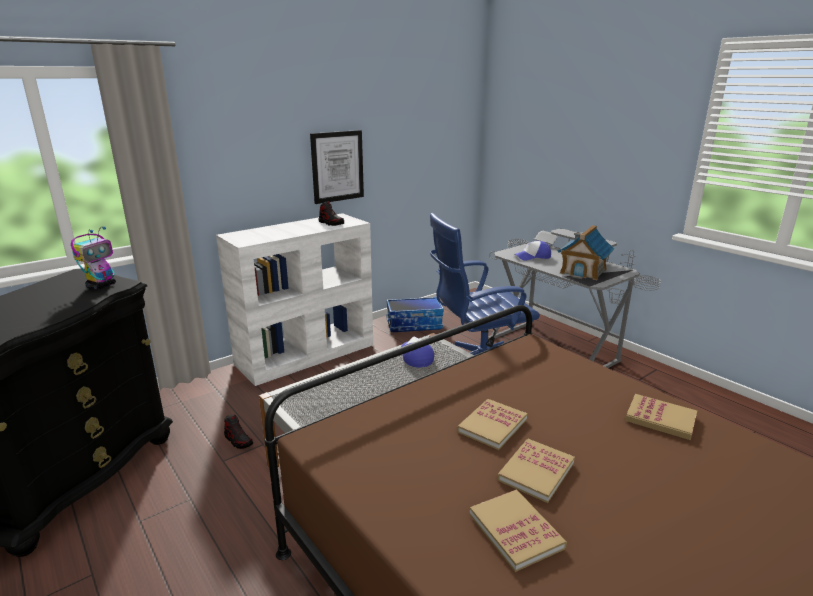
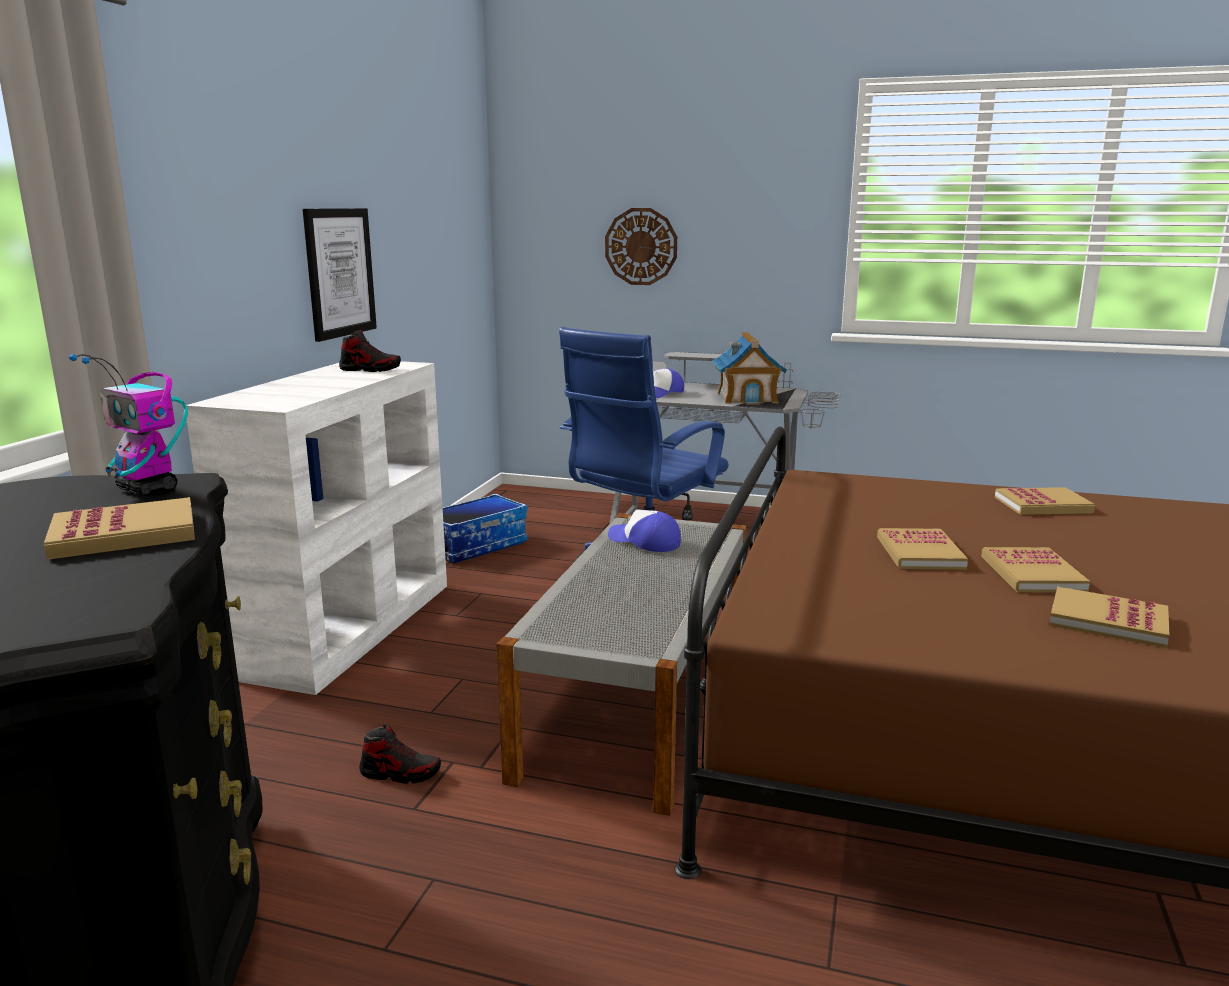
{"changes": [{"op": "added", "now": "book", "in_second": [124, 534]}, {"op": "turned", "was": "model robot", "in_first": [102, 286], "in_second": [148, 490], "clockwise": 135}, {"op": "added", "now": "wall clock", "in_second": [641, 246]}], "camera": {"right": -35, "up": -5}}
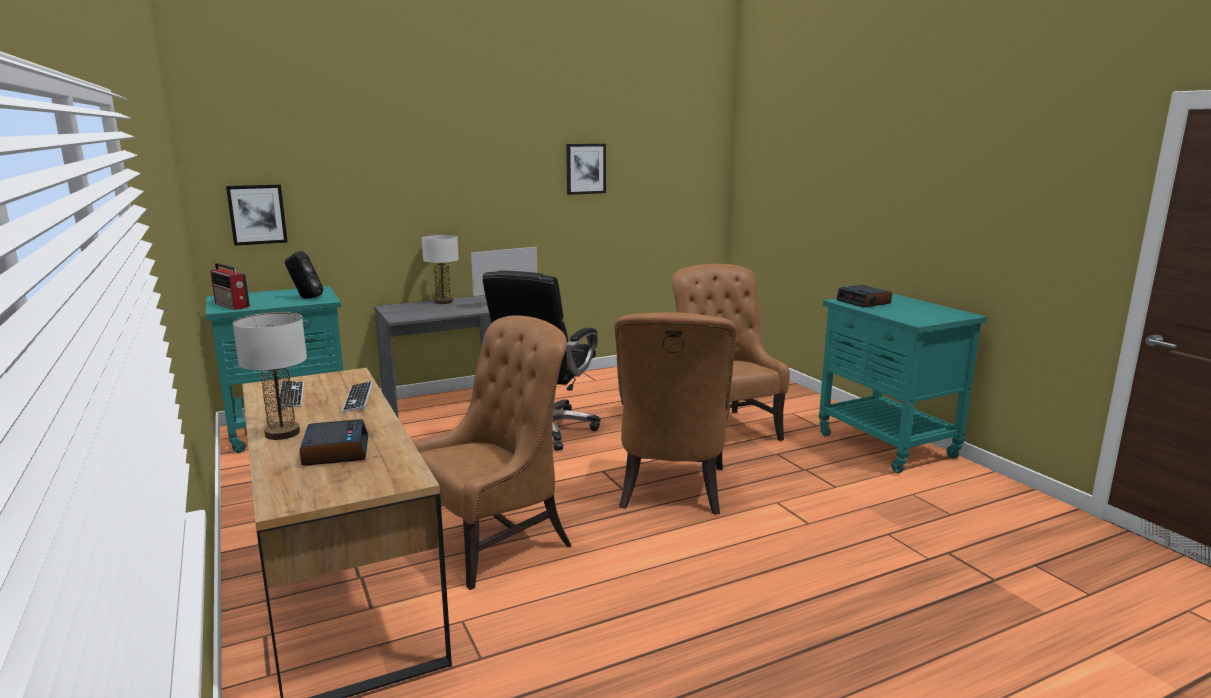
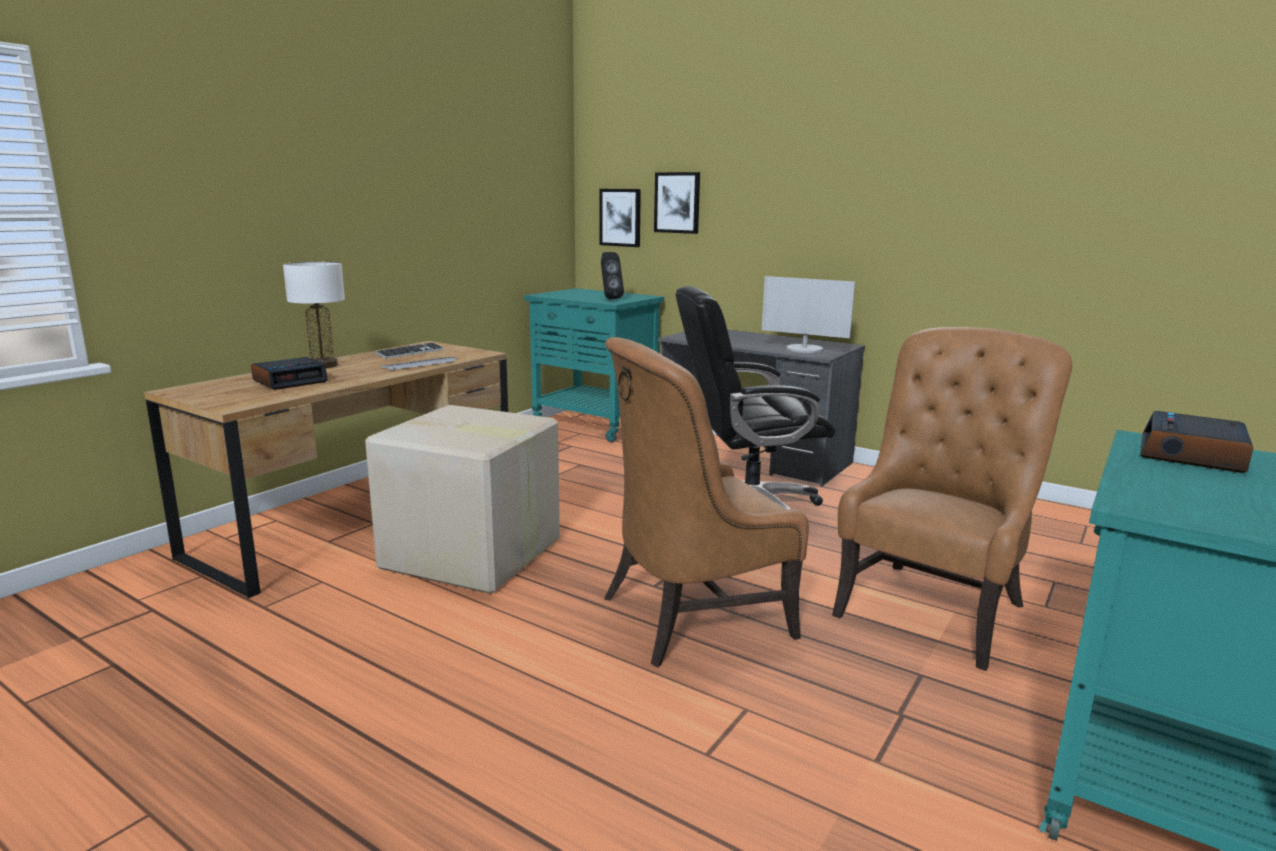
{"changes": [{"op": "replaced", "was": "upright chair/brown-coloured", "now": "carton", "in_first": [496, 541], "in_second": [472, 555]}, {"op": "moved", "was": "wall art", "in_first": [585, 168], "in_second": [677, 202]}, {"op": "removed", "was": "radio receiver", "in_first": [232, 305]}, {"op": "removed", "was": "lamp for a table", "in_first": [443, 302]}], "camera": {"right": 60, "up": 0}}
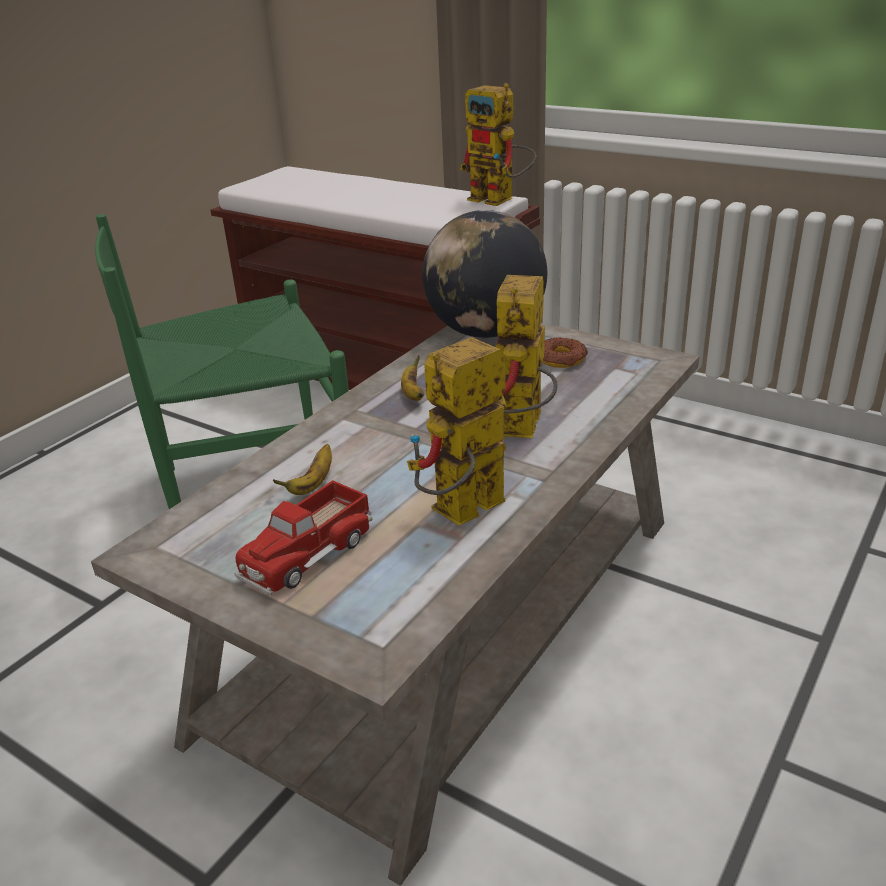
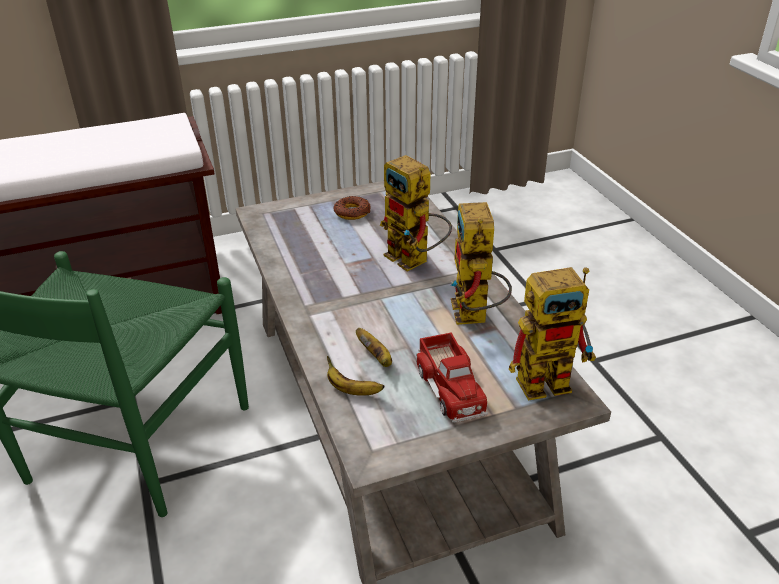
{"changes": [{"op": "moved", "was": "banana fruit", "in_first": [412, 394], "in_second": [352, 390]}, {"op": "moved", "was": "model robot", "in_first": [500, 200], "in_second": [552, 379]}, {"op": "removed", "was": "globe", "in_first": [485, 332]}], "camera": {"right": -55, "up": 5}}
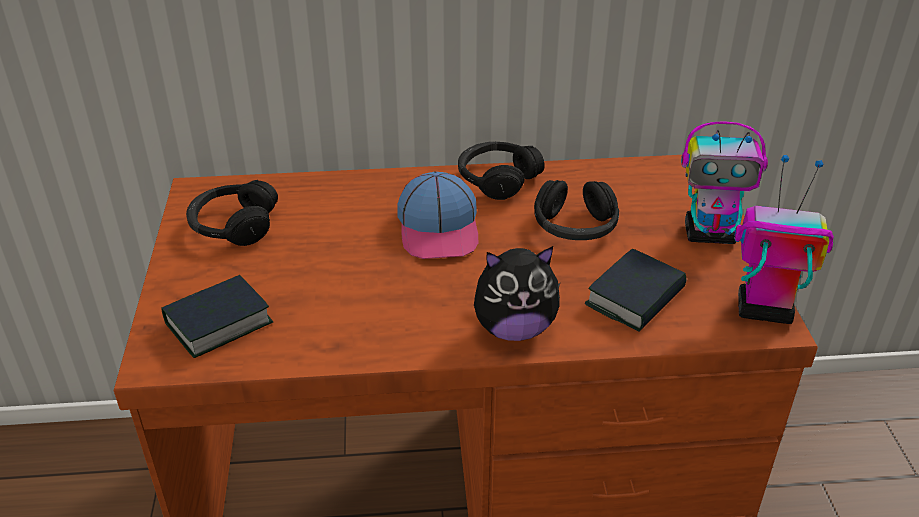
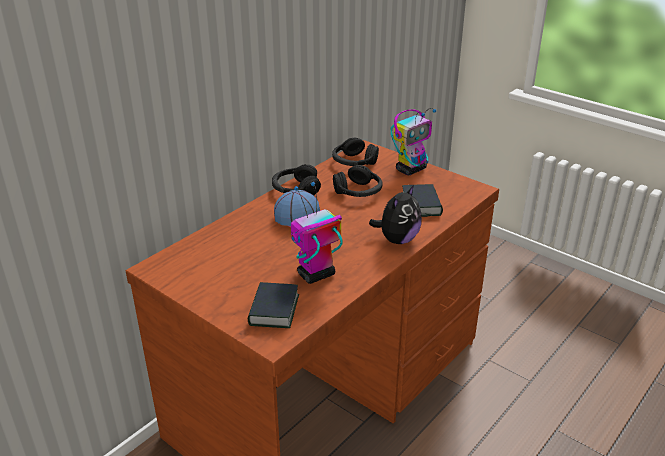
{"changes": [{"op": "moved", "was": "model robot", "in_first": [762, 310], "in_second": [315, 275]}, {"op": "moved", "was": "headphones/blackish", "in_first": [233, 225], "in_second": [354, 162]}], "camera": {"right": -45, "up": -5}}
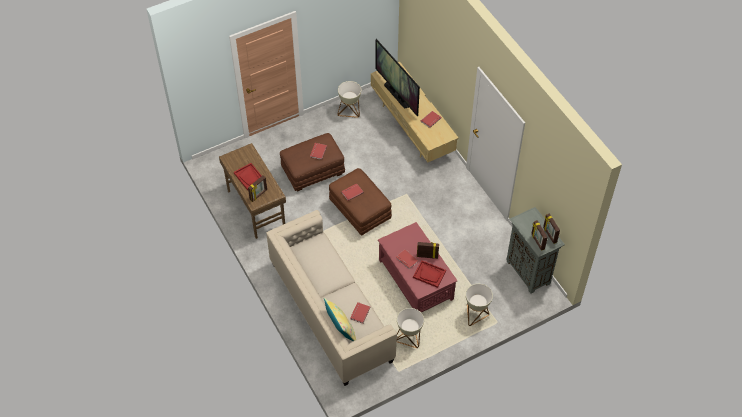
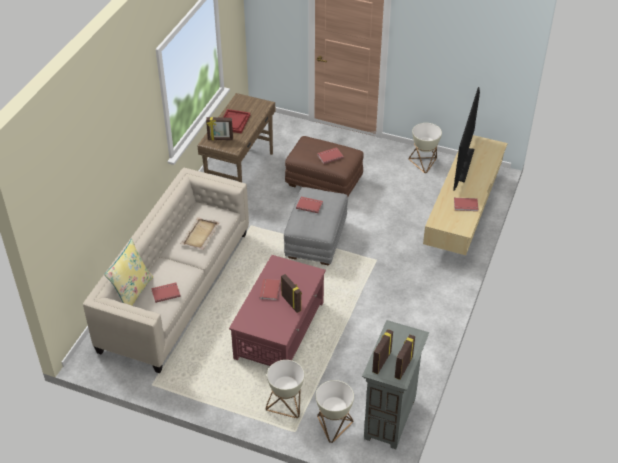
{"changes": [{"op": "added", "now": "carrying tray/sand-coloured", "in_second": [200, 235]}, {"op": "recoloured", "was": "footrest/brown-coloured", "now": "footrest/grey", "in_first": [359, 211], "in_second": [315, 240]}, {"op": "moved", "was": "planter", "in_first": [409, 339], "in_second": [333, 427]}, {"op": "removed", "was": "carrying tray/red", "in_first": [429, 274]}], "camera": {"right": 50, "up": -10}}
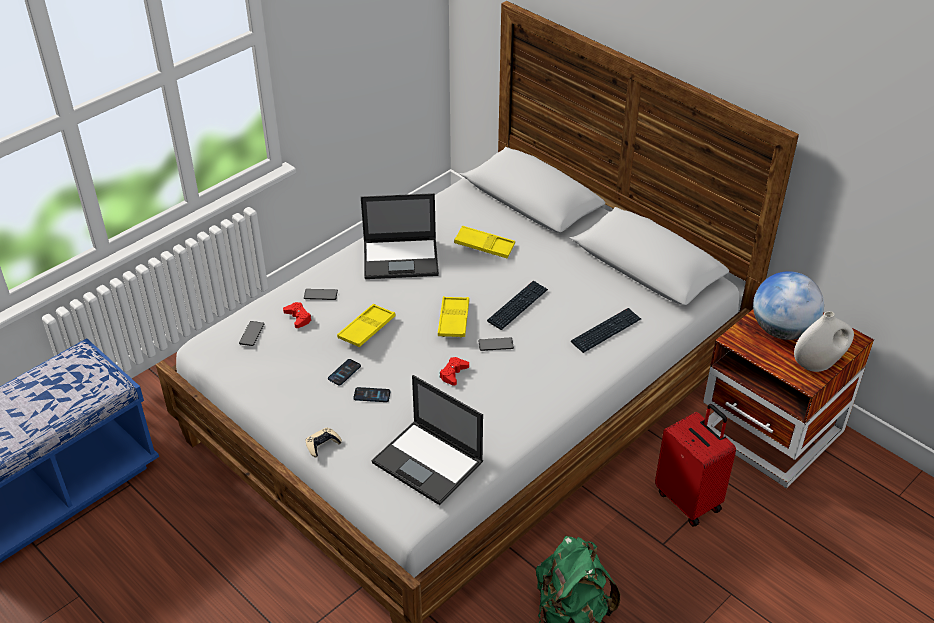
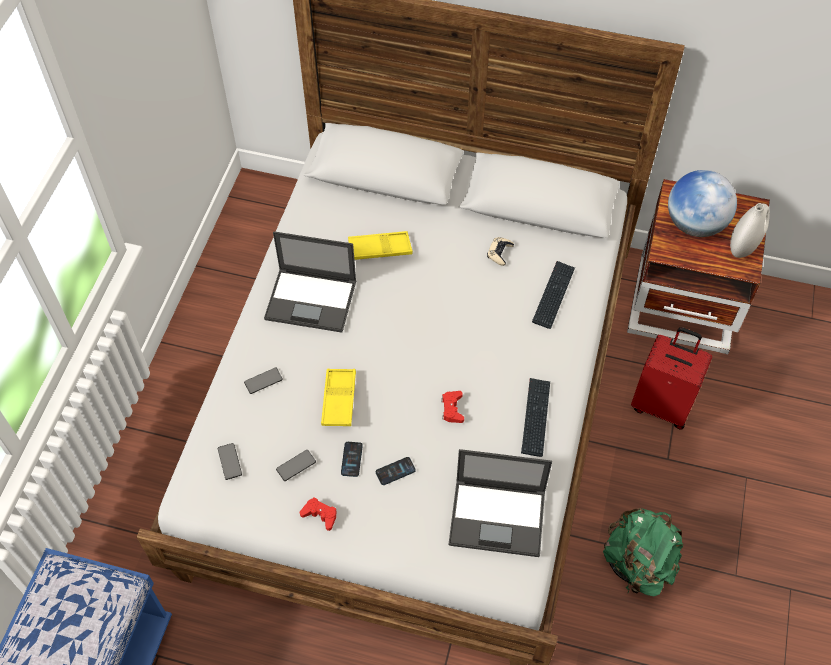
{"changes": [{"op": "turned", "was": "notebook computer", "in_first": [402, 258], "in_second": [312, 300], "clockwise": 45}, {"op": "moved", "was": "telephone", "in_first": [495, 345], "in_second": [296, 466]}, {"op": "moved", "was": "gamepad/red", "in_first": [298, 318], "in_second": [320, 515]}, {"op": "moved", "was": "gamepad/sand-coloured", "in_first": [322, 444], "in_second": [499, 253]}, {"op": "moved", "was": "keyboard", "in_first": [518, 306], "in_second": [535, 417]}, {"op": "removed", "was": "carrying tray/yellow", "in_first": [453, 320]}], "camera": {"right": -30, "up": 15}}
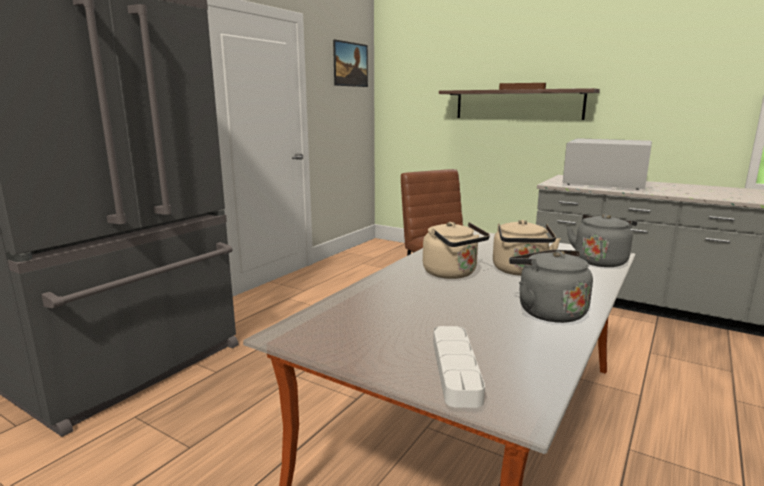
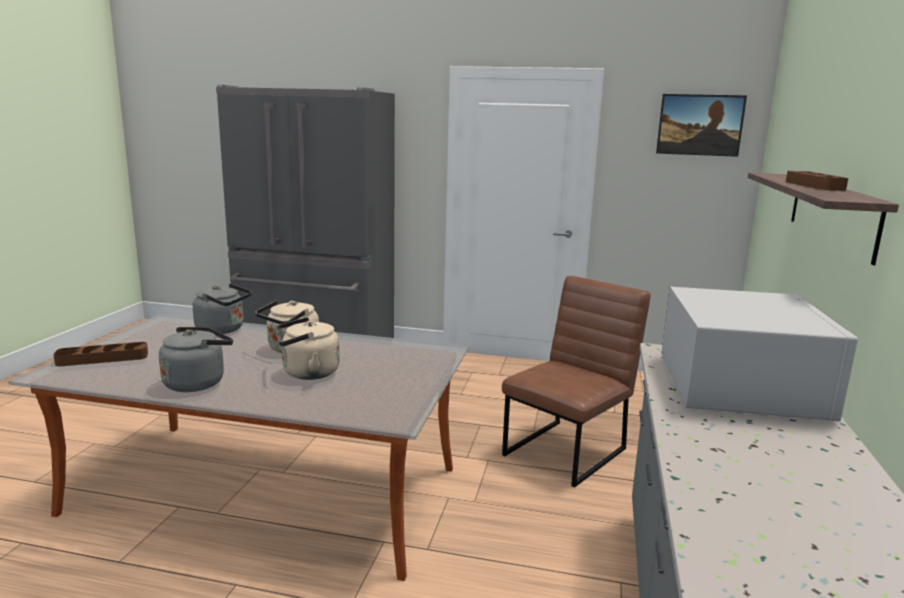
{"changes": [{"op": "recoloured", "was": "carrying tray/whitish", "now": "carrying tray/brown-coloured", "in_first": [455, 369], "in_second": [102, 358]}, {"op": "moved", "was": "water kettle/grey", "in_first": [600, 261], "in_second": [223, 330]}], "camera": {"right": 70, "up": 0}}
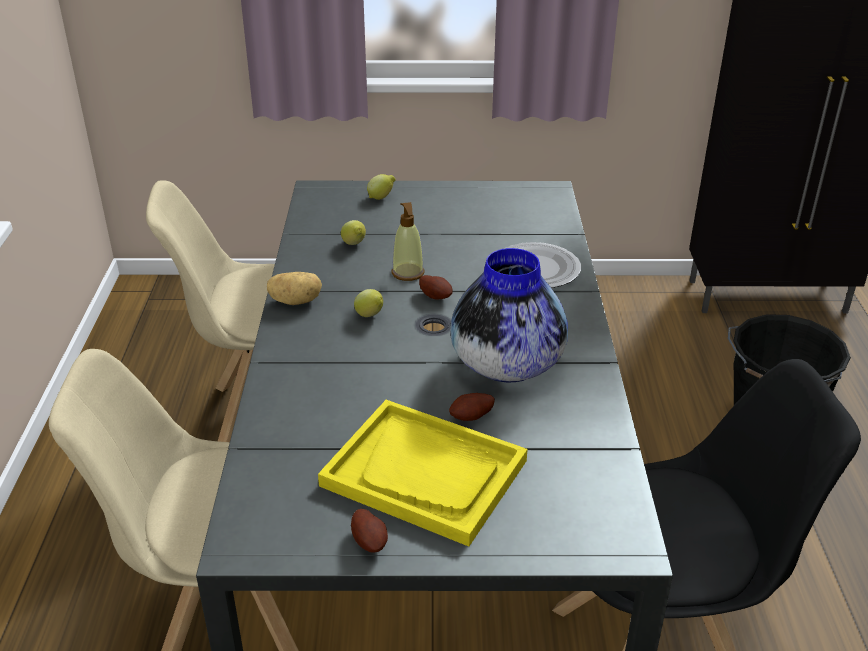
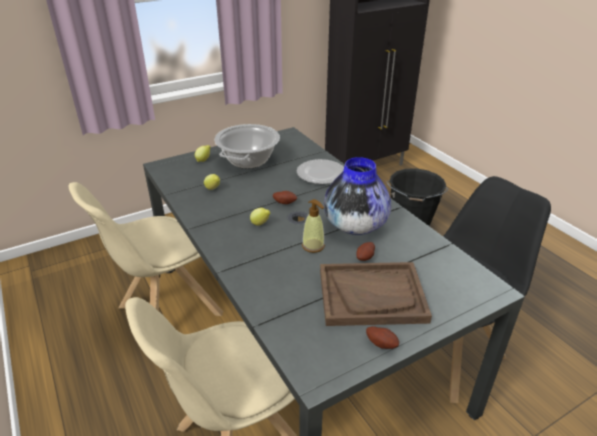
{"changes": [{"op": "added", "now": "stockpot", "in_second": [248, 160]}, {"op": "moved", "was": "soap bottle", "in_first": [408, 273], "in_second": [313, 246]}, {"op": "recoloured", "was": "carrying tray/yellow", "now": "carrying tray/brown-coloured", "in_first": [425, 473], "in_second": [372, 295]}, {"op": "removed", "was": "potato", "in_first": [296, 301]}], "camera": {"right": -30, "up": 0}}
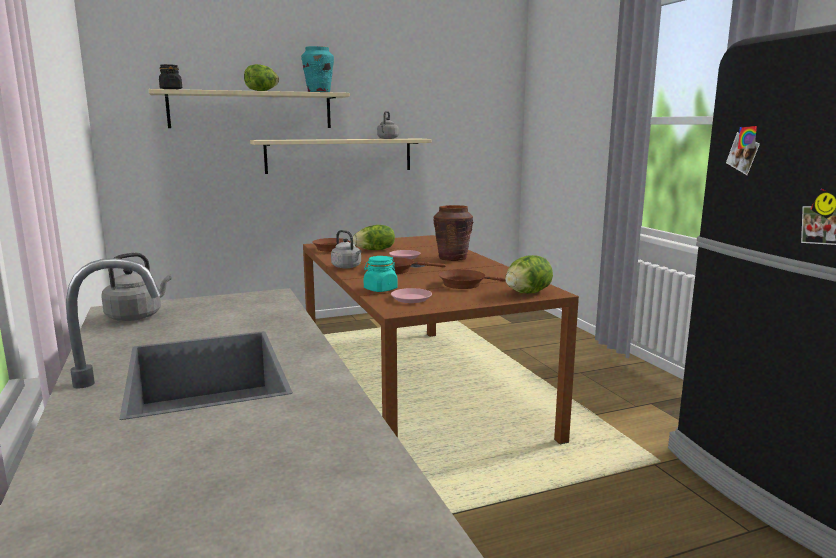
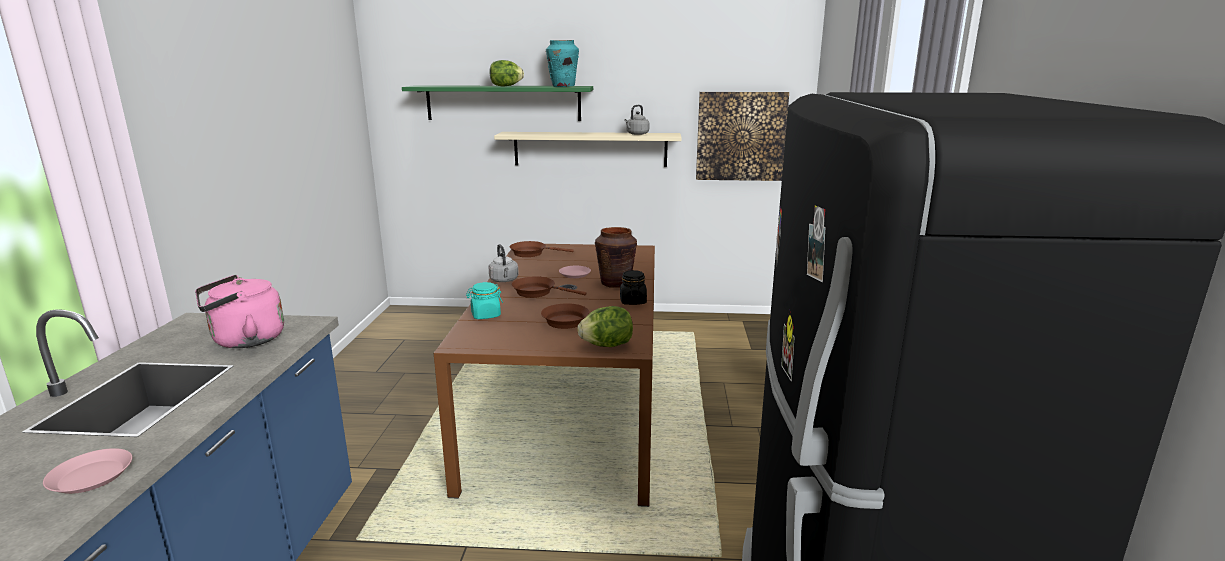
{"changes": [{"op": "moved", "was": "flat dish/pink", "in_first": [411, 299], "in_second": [91, 477]}, {"op": "added", "now": "water kettle/pink", "in_second": [244, 340]}, {"op": "recoloured", "was": "shelf/sand-coloured", "now": "shelf/greenish", "in_first": [251, 110], "in_second": [503, 103]}, {"op": "moved", "was": "preserve jar/blackish", "in_first": [171, 89], "in_second": [633, 301]}, {"op": "added", "now": "wall art", "in_second": [741, 136]}, {"op": "removed", "was": "water kettle/grey", "in_first": [137, 316]}, {"op": "removed", "was": "lettuce head", "in_first": [375, 250]}], "camera": {"right": 25, "up": 5}}
